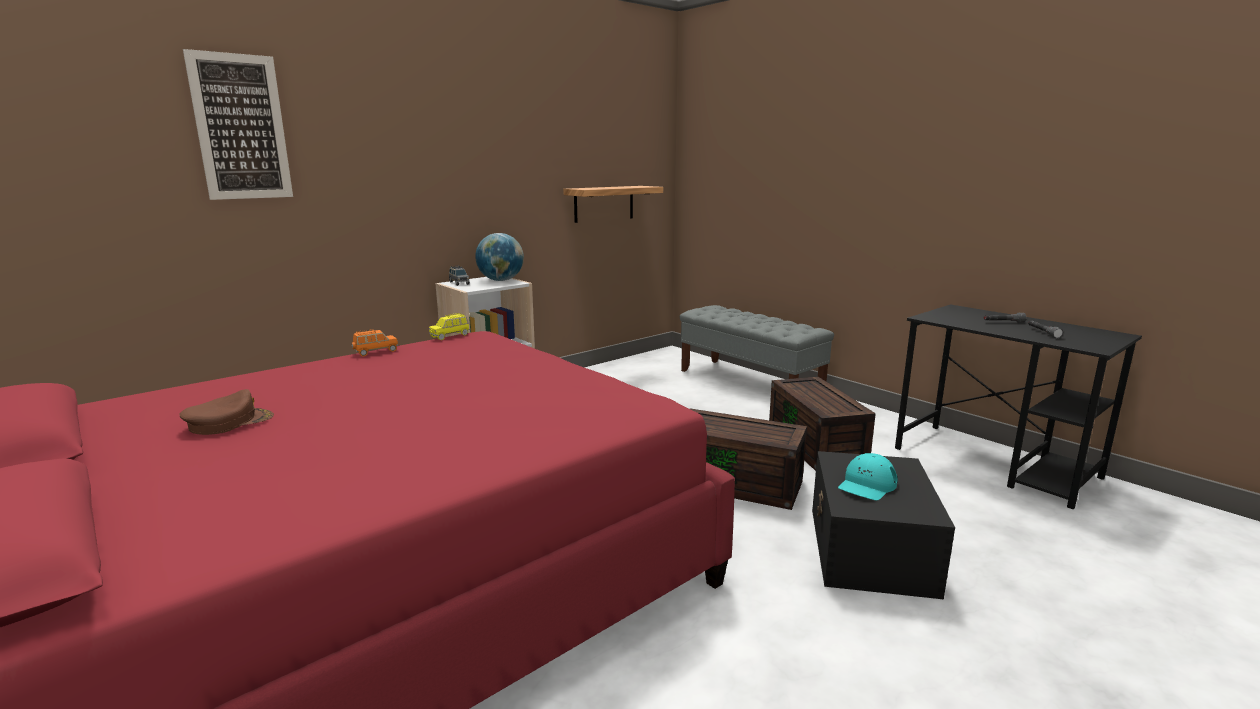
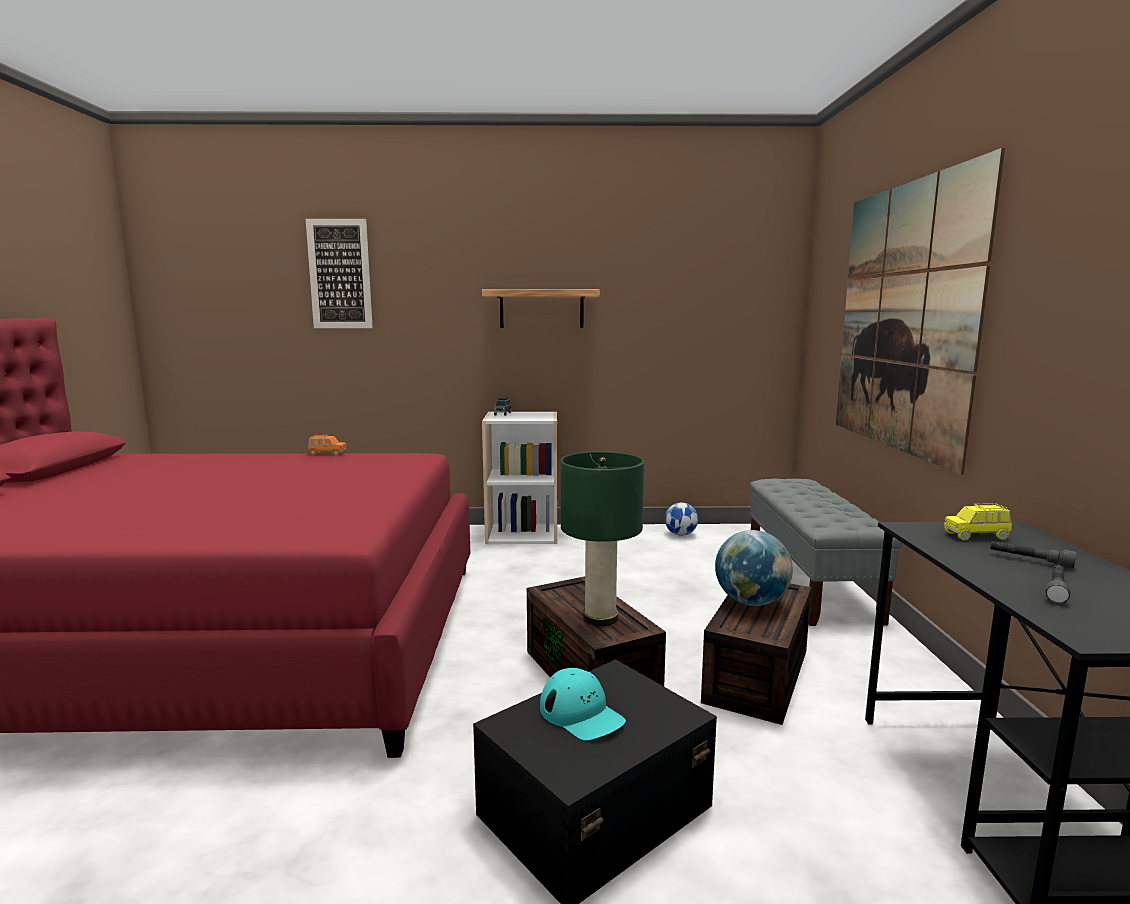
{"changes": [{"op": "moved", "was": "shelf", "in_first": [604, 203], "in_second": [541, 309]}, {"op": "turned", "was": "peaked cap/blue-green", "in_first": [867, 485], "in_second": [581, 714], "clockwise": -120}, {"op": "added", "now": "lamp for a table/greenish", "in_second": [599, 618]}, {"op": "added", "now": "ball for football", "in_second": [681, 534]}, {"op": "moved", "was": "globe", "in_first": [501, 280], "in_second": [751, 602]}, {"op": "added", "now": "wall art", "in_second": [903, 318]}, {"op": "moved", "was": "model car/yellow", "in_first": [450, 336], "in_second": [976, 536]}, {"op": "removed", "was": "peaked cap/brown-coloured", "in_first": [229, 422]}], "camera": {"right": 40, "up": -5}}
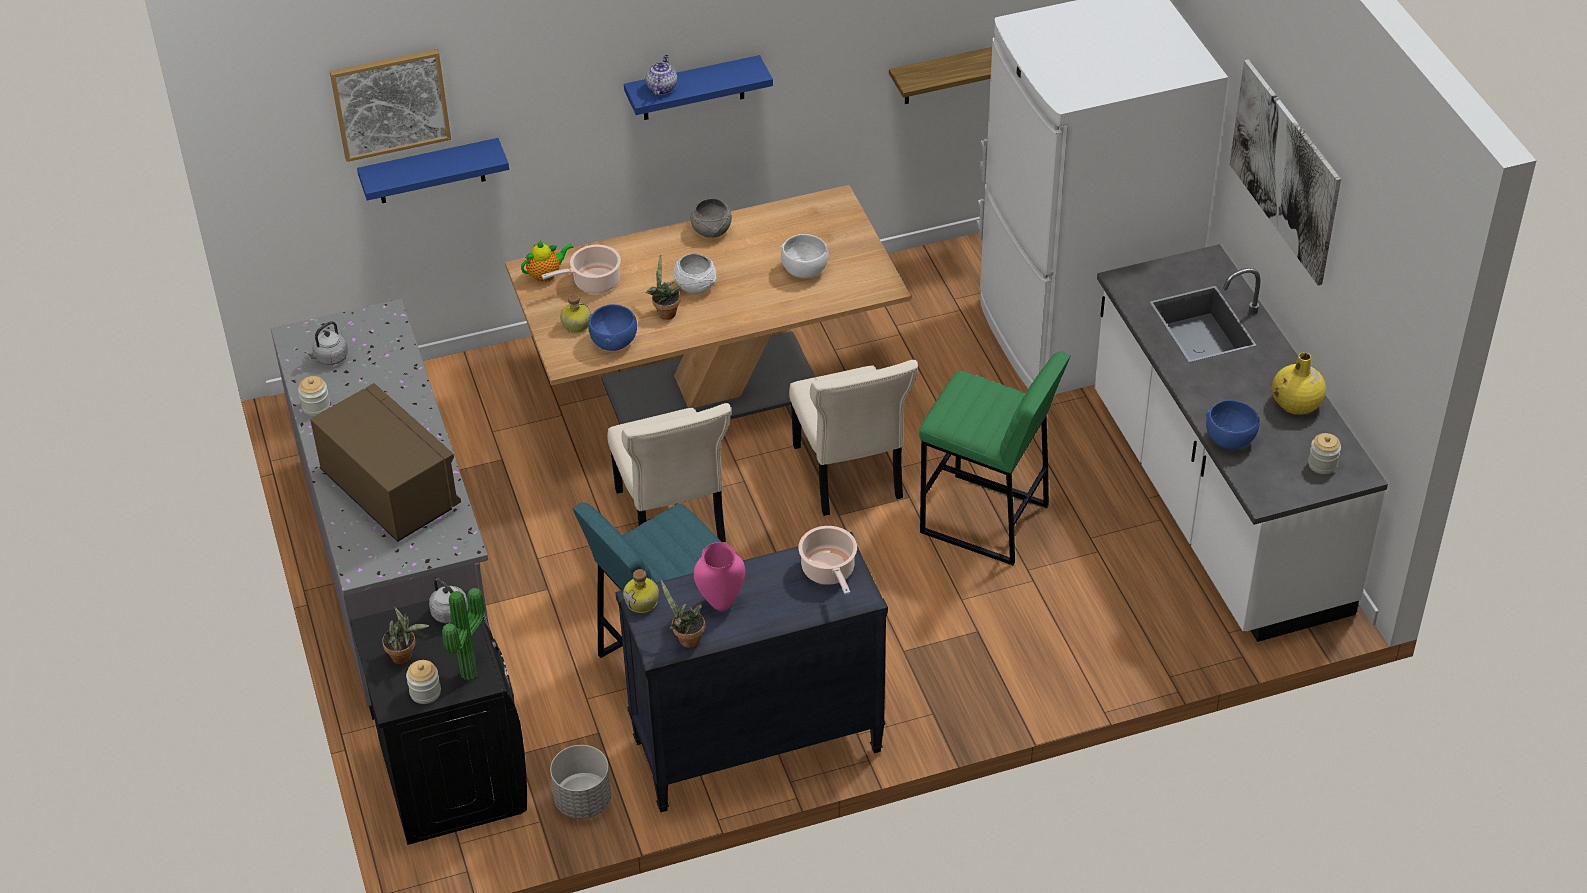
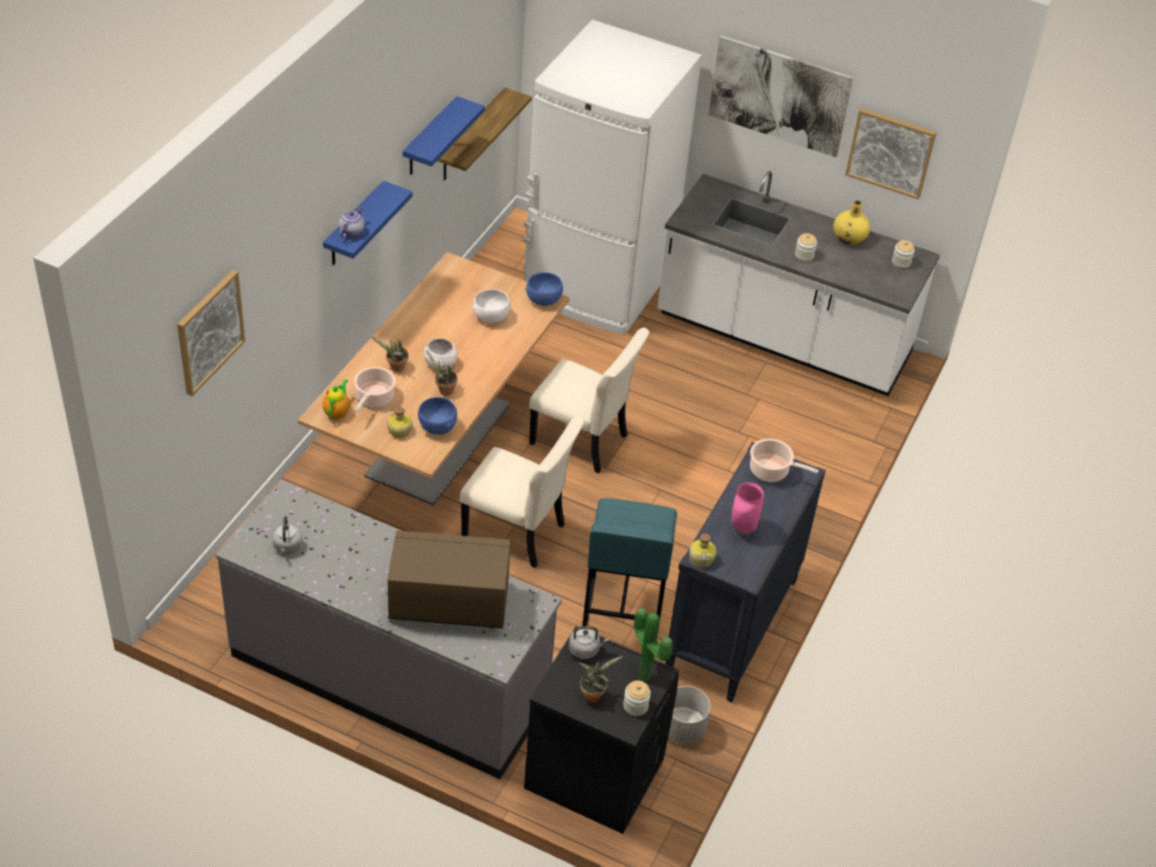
{"changes": [{"op": "turned", "was": "teapot", "in_first": [661, 87], "in_second": [351, 231], "clockwise": 60}, {"op": "moved", "was": "plant in a pot", "in_first": [686, 639], "in_second": [395, 368]}, {"op": "moved", "was": "shelf/blue", "in_first": [430, 171], "in_second": [430, 138]}, {"op": "moved", "was": "serving bowl/blue", "in_first": [1230, 440], "in_second": [544, 300]}, {"op": "moved", "was": "preserve jar", "in_first": [316, 406], "in_second": [804, 255]}, {"op": "added", "now": "wall art", "in_second": [890, 152]}, {"op": "removed", "was": "serving bowl/grey", "in_first": [712, 231]}, {"op": "removed", "was": "stool seat/greenish", "in_first": [987, 520]}], "camera": {"right": -50, "up": 0}}
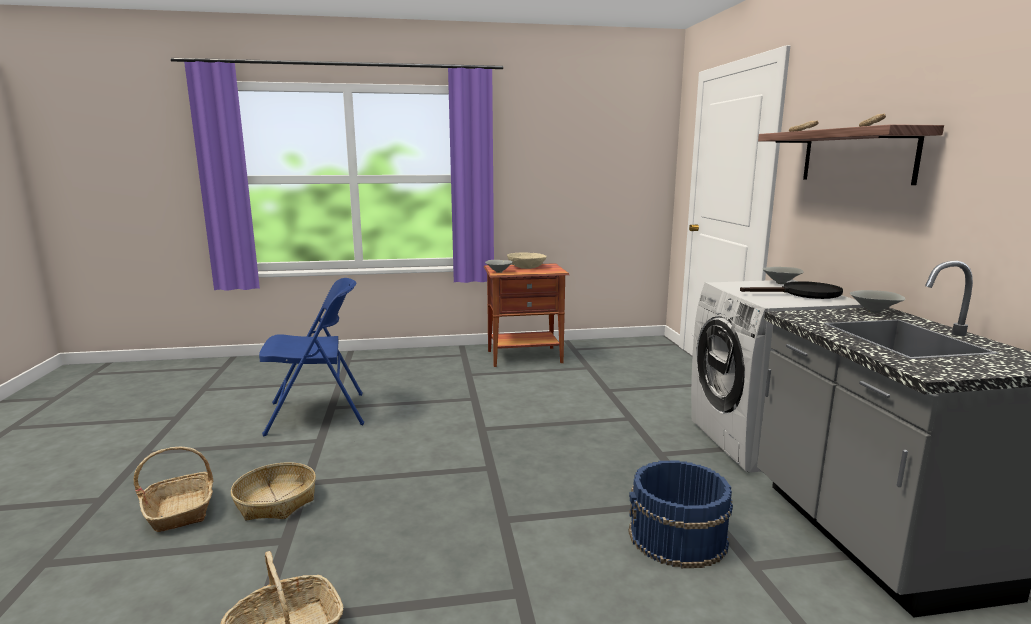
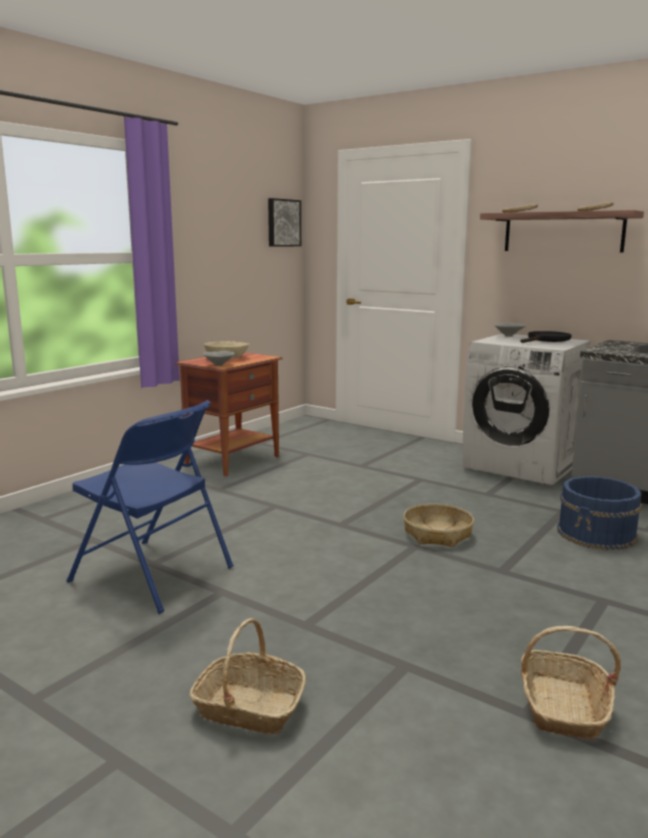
{"changes": [{"op": "turned", "was": "upright chair/blue", "in_first": [316, 413], "in_second": [151, 574], "clockwise": 90}, {"op": "added", "now": "wall art", "in_second": [283, 223]}, {"op": "moved", "was": "household basket", "in_first": [276, 501], "in_second": [437, 534]}, {"op": "removed", "was": "serving bowl/grey", "in_first": [875, 312]}], "camera": {"right": -45, "up": 0}}
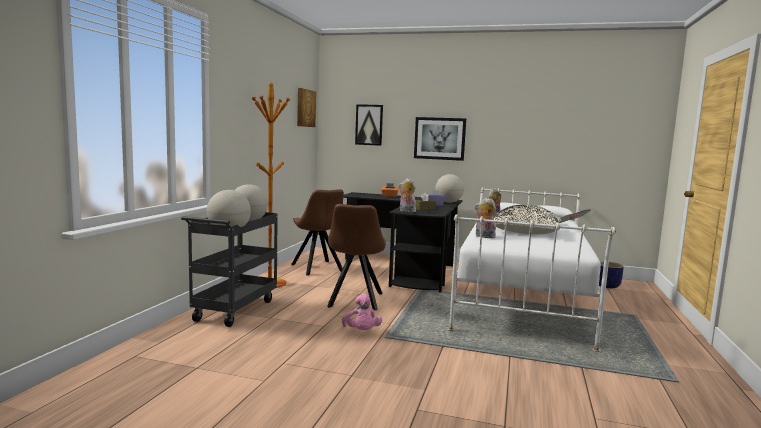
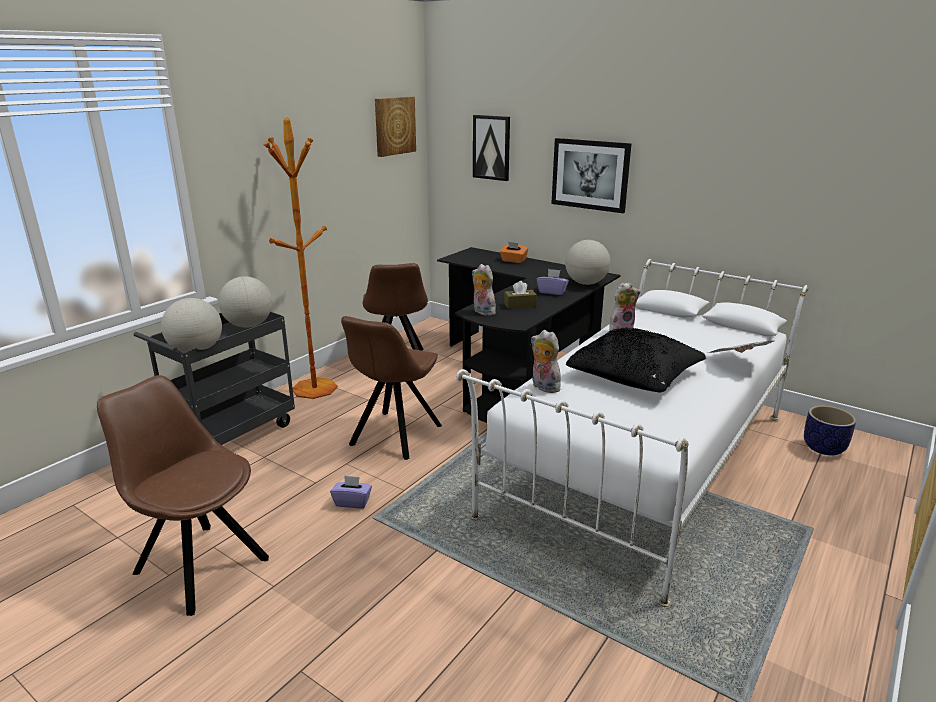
{"changes": [{"op": "added", "now": "upright chair/brown-coloured", "in_second": [200, 566]}, {"op": "replaced", "was": "plush toy/pink", "now": "tissue holder/purplish", "in_first": [361, 332], "in_second": [352, 502]}, {"op": "recoloured", "was": "throw pillow/sand-coloured", "now": "throw pillow/blackish", "in_first": [526, 231], "in_second": [634, 374]}], "camera": {"right": 20, "up": 15}}
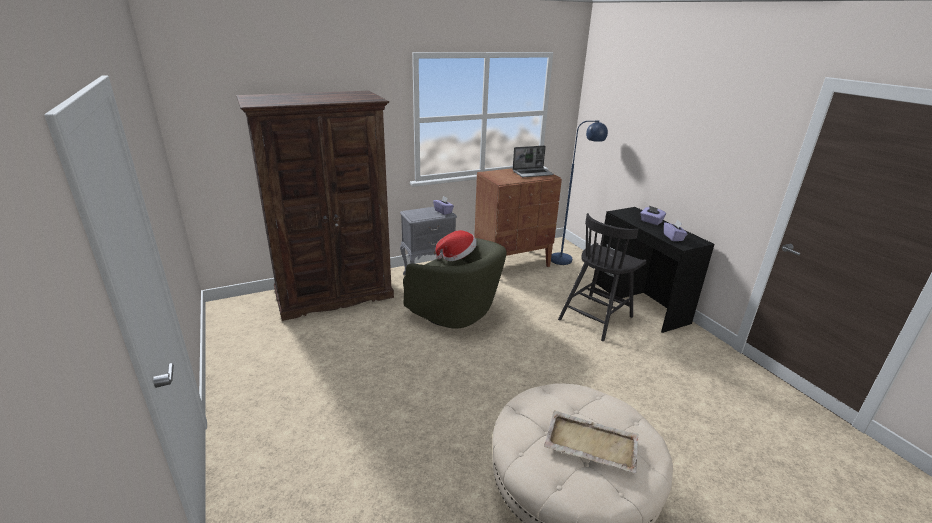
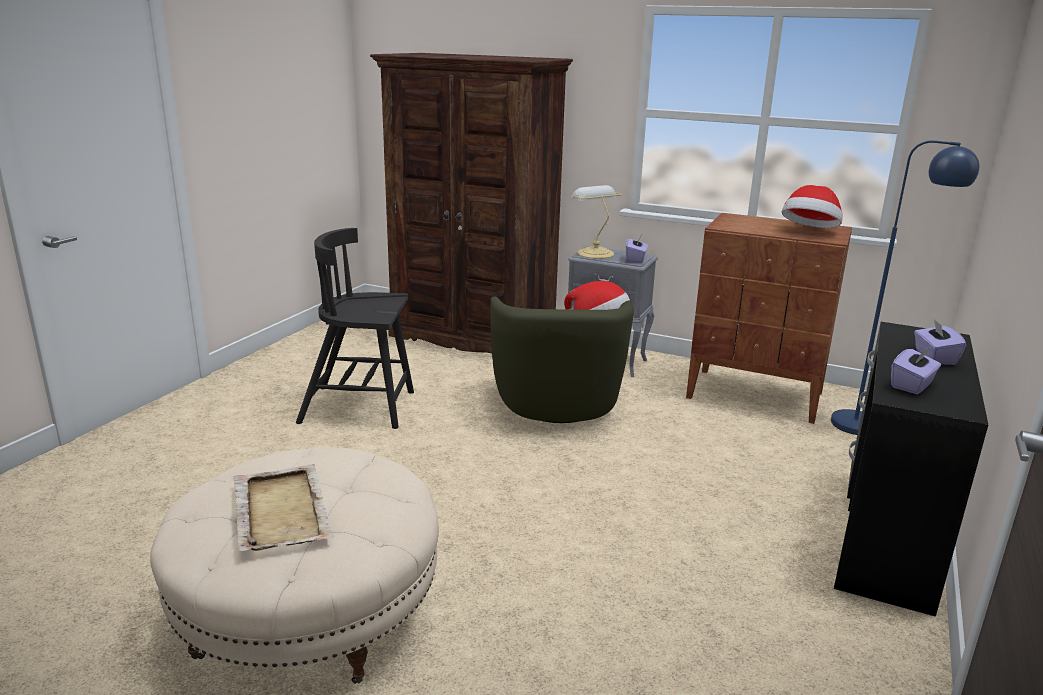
{"changes": [{"op": "moved", "was": "upright chair/blackish", "in_first": [596, 317], "in_second": [360, 407]}, {"op": "added", "now": "lamp for a table", "in_second": [594, 253]}, {"op": "replaced", "was": "notebook computer", "now": "hat", "in_first": [533, 173], "in_second": [810, 231]}], "camera": {"right": 50, "up": -5}}
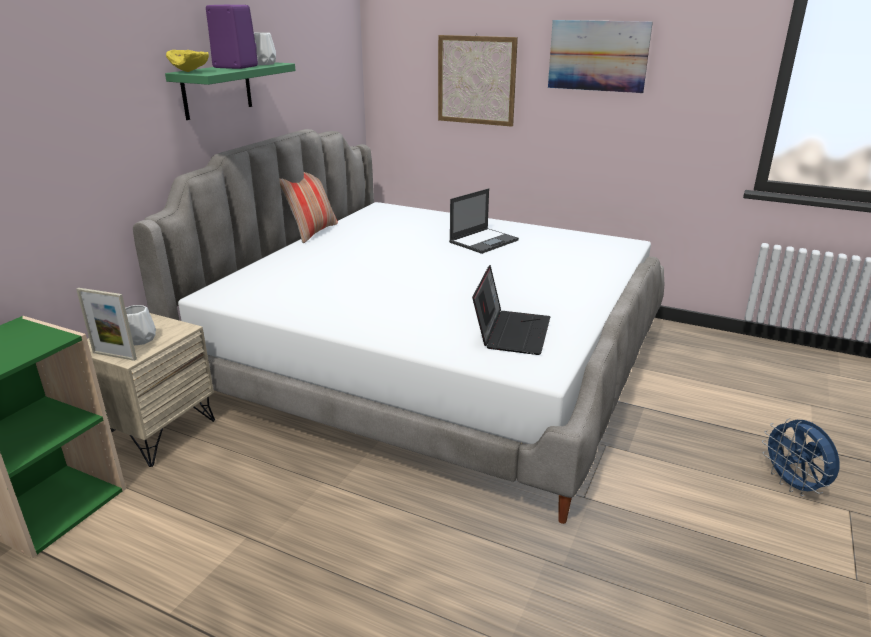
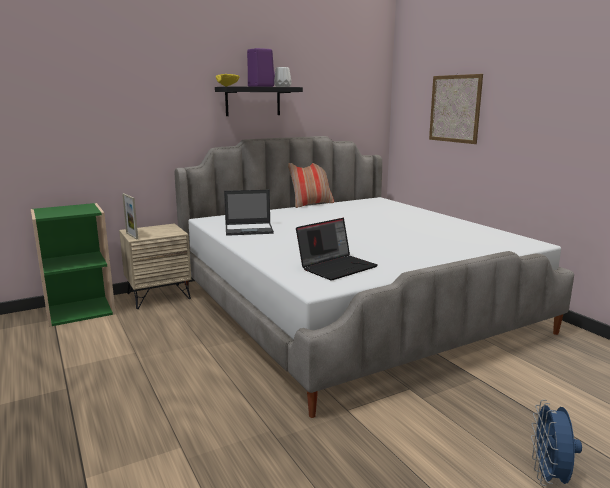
{"changes": [{"op": "recoloured", "was": "shelf/greenish", "now": "shelf/blackish", "in_first": [217, 90], "in_second": [253, 101]}, {"op": "moved", "was": "notebook computer", "in_first": [484, 241], "in_second": [249, 229]}, {"op": "removed", "was": "decorative vase/whitish", "in_first": [141, 339]}, {"op": "removed", "was": "wall art", "in_first": [598, 56]}], "camera": {"right": 35, "up": -10}}
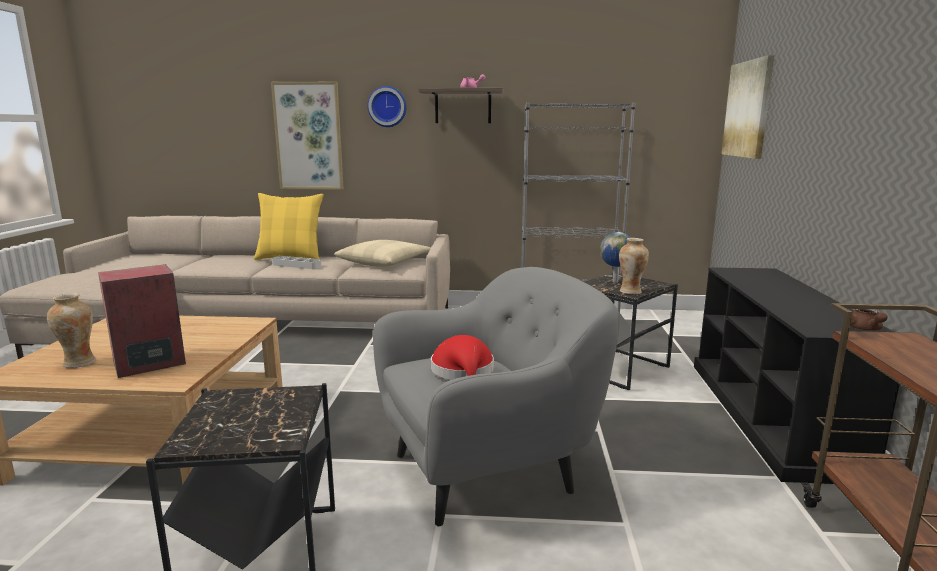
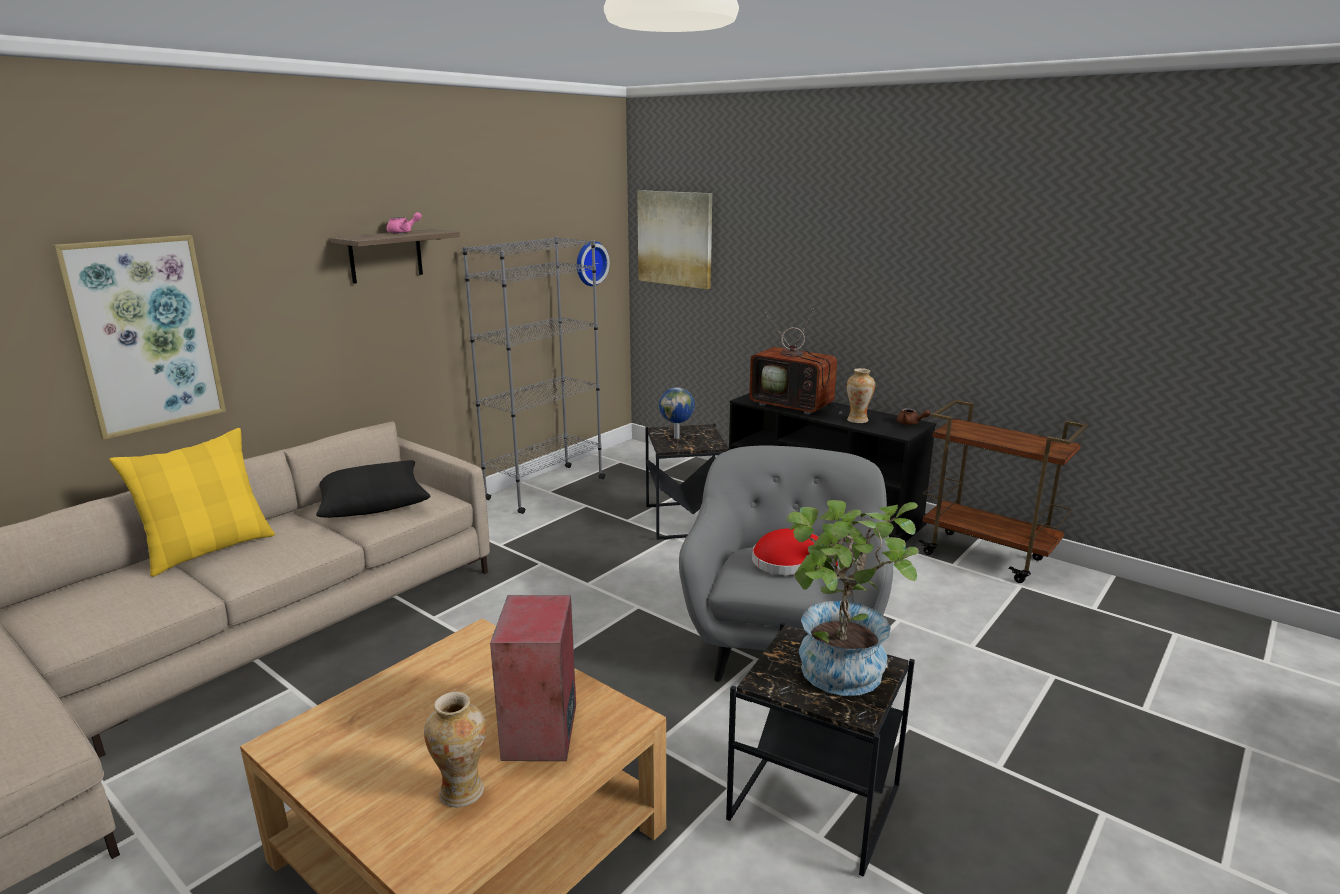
{"changes": [{"op": "recoloured", "was": "throw pillow/sand-coloured", "now": "throw pillow/blackish", "in_first": [384, 262], "in_second": [371, 501]}, {"op": "moved", "was": "wall clock", "in_first": [387, 106], "in_second": [589, 263]}, {"op": "added", "now": "TV set", "in_second": [795, 406]}, {"op": "added", "now": "plant in a pot", "in_second": [838, 678]}, {"op": "moved", "was": "decorative vase", "in_first": [630, 292], "in_second": [857, 420]}, {"op": "removed", "was": "carrying tray/grey", "in_first": [296, 265]}], "camera": {"right": -55, "up": 5}}
